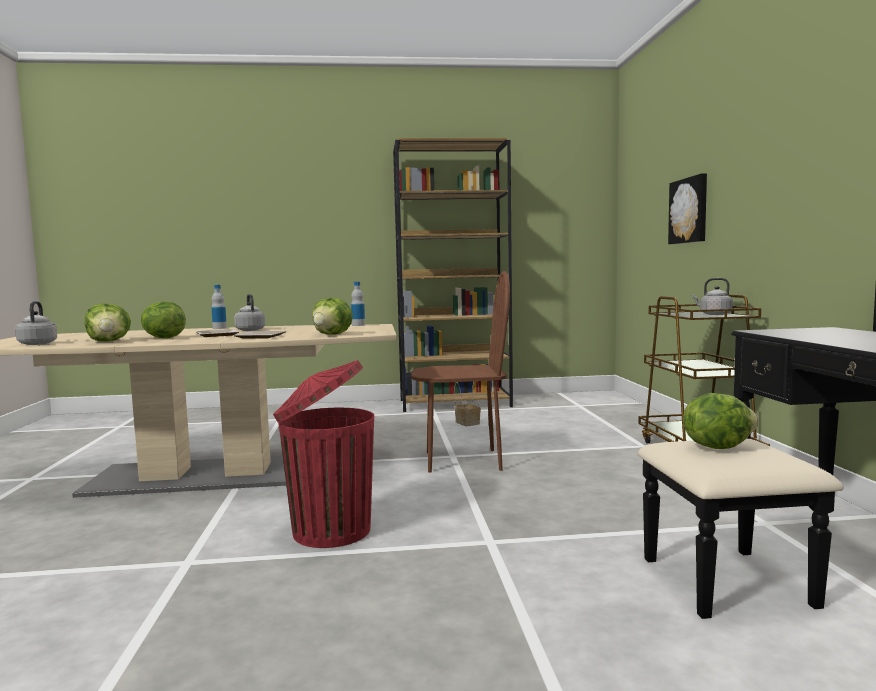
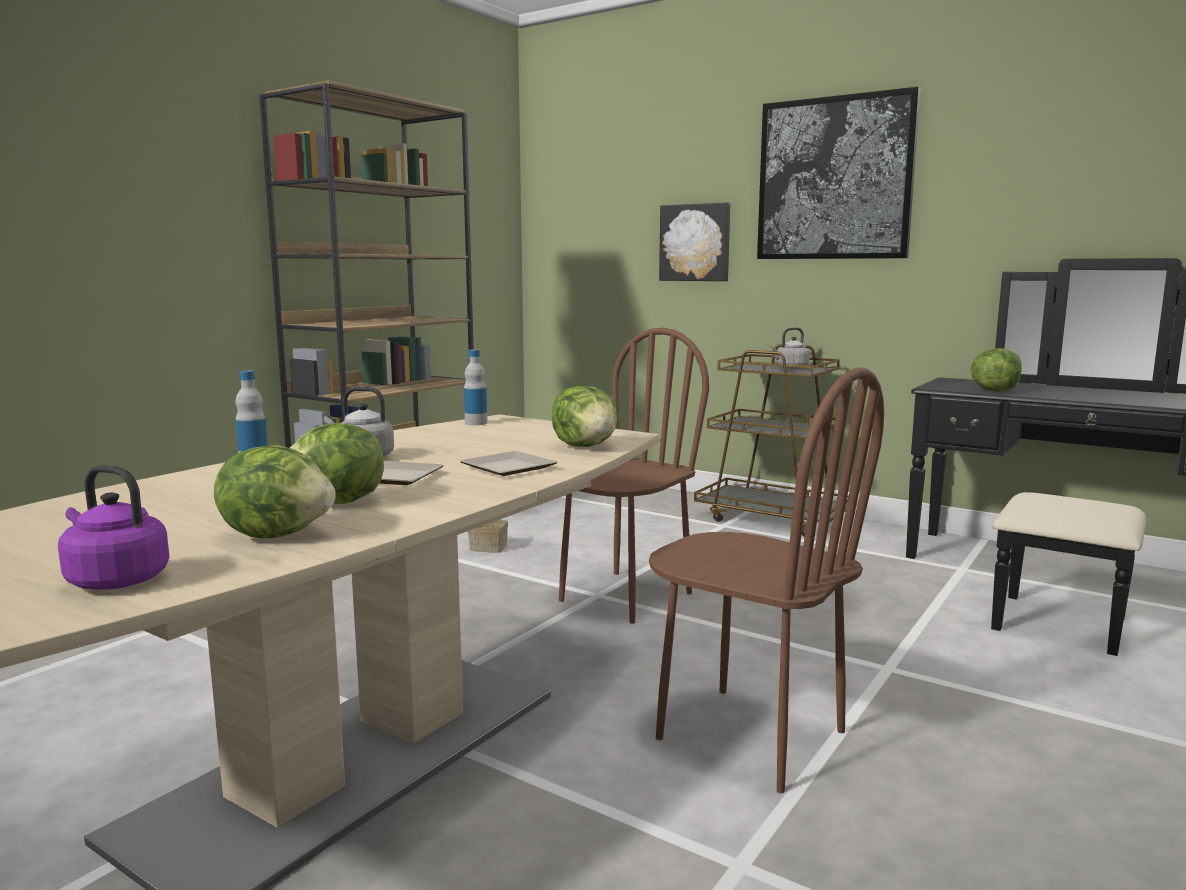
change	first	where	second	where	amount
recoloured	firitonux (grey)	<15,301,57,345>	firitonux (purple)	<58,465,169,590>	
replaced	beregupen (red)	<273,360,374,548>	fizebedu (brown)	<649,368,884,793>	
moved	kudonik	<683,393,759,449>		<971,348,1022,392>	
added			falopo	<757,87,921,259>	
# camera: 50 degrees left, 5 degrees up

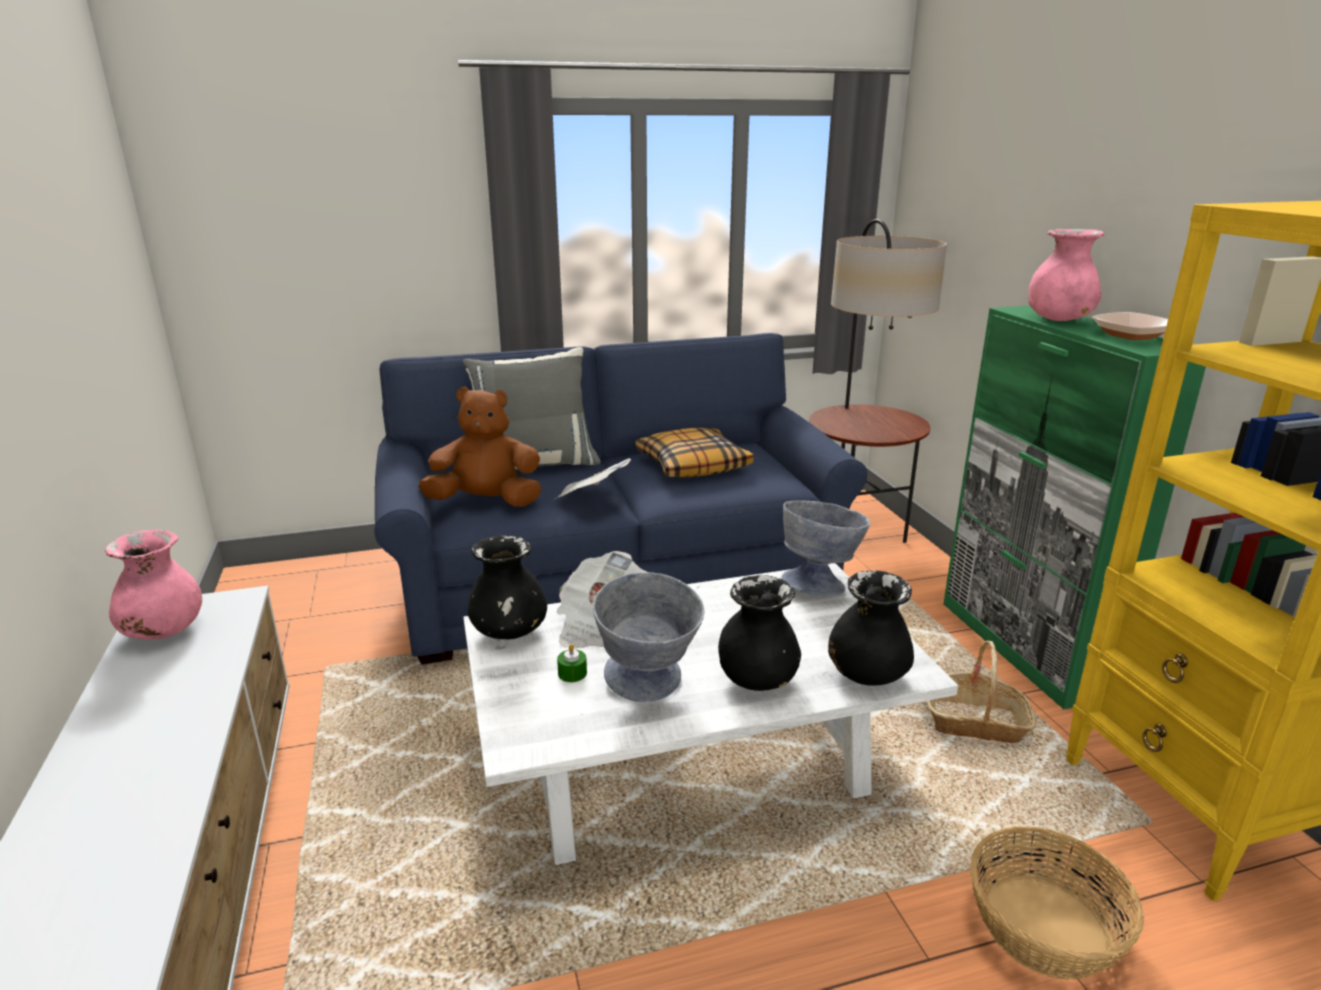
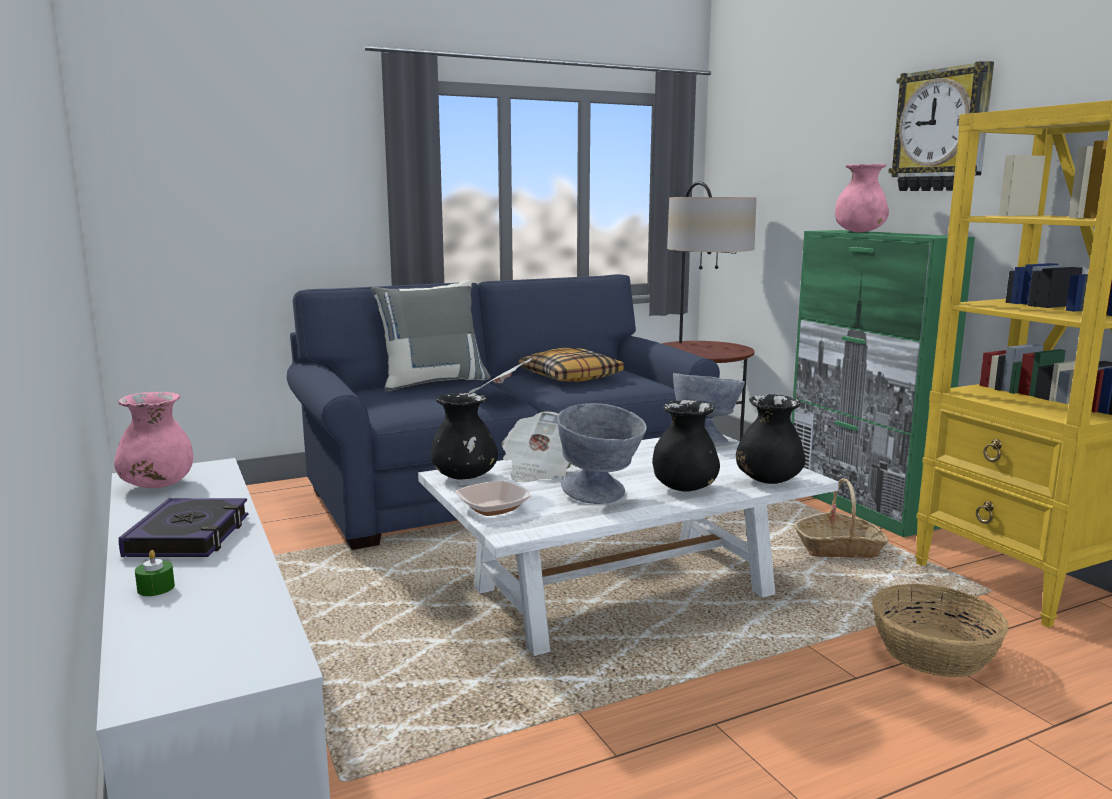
change	first	where	second	where	amount
removed	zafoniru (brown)	<418,387,541,507>			
moved	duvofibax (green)	<557,644,587,682>		<135,550,175,596>	
moved	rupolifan	<1092,312,1168,340>		<456,481,531,516>	
added			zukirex	<118,498,249,557>	
added			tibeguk	<888,61,994,191>	
# camera: 10 degrees left, 10 degrees down

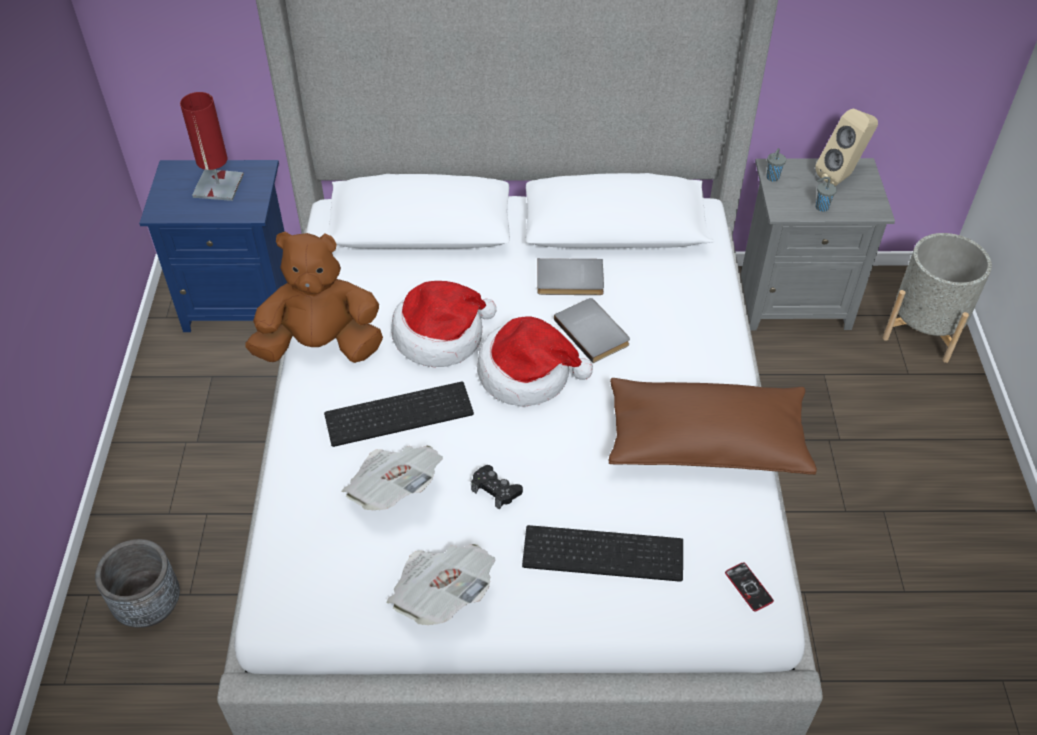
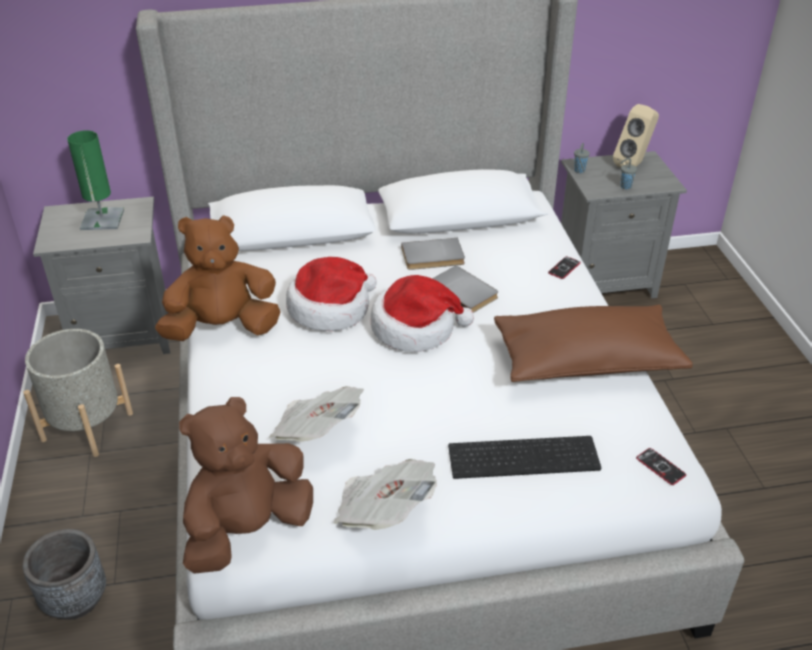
change	first	where	second	where	amount
recoloured	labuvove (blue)	<139,160,287,332>	labuvove (grey)	<33,197,170,354>	
recoloured	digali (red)	<180,92,244,201>	digali (green)	<67,130,124,230>	
removed	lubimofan	<324,381,474,447>			
removed	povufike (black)	<471,465,523,510>			
moved	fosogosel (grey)	<883,233,992,363>		<23,329,133,457>	
added			zafoniru (brown)	<179,397,313,574>	
added			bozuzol	<548,256,581,279>	
# camera: 10 degrees left, 10 degrees down

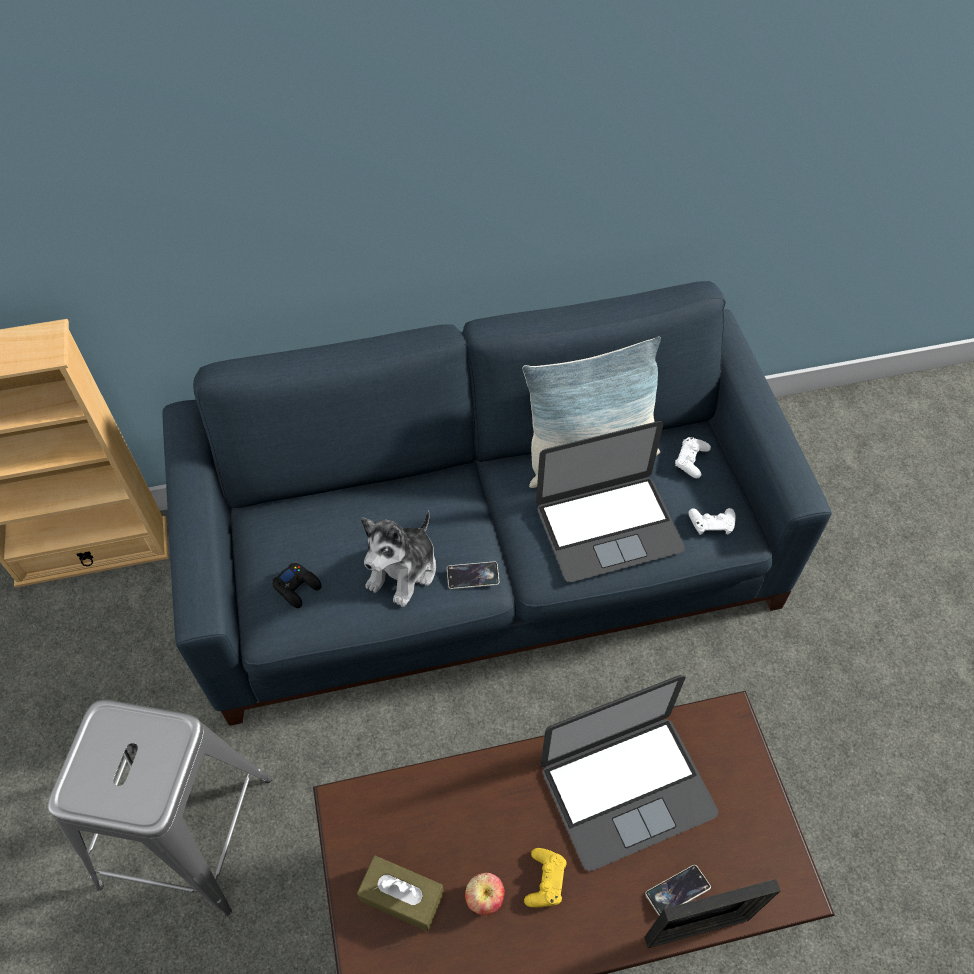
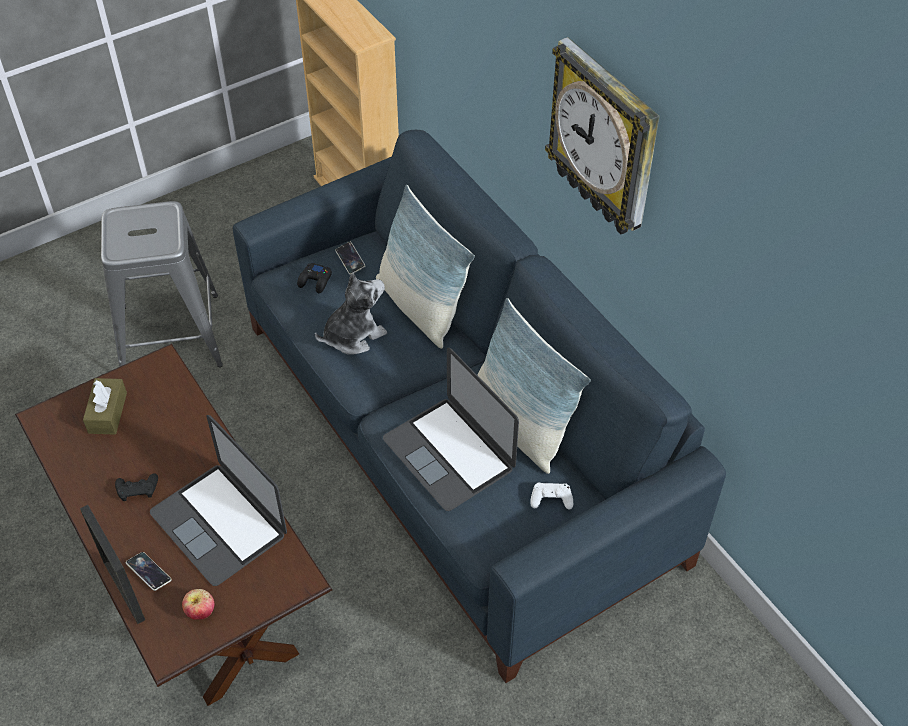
change	first	where	second	where	amount
turned	zafoniru	<361,510,436,607>		<315,273,387,355>	135 degrees clockwise
moved	bozuzol	<447,561,499,589>		<335,242,365,275>	
moved	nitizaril	<465,873,505,915>		<182,589,215,620>	
recoloured	povufike (yellow)	<524,848,566,907>	povufike (black)	<115,473,158,501>	
removed	povufike (white)	<688,508,736,535>			
added			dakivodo	<376,185,475,349>	
added			tibeguk	<545,37,660,234>	
# camera: 70 degrees right, 5 degrees down

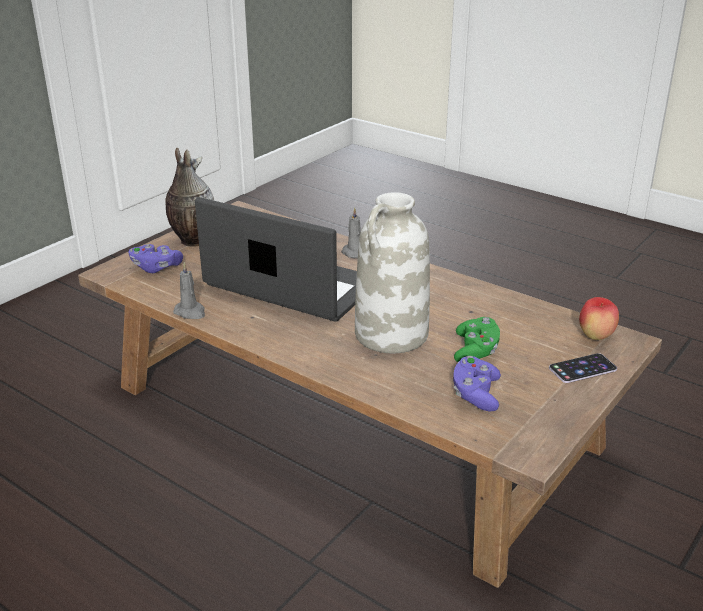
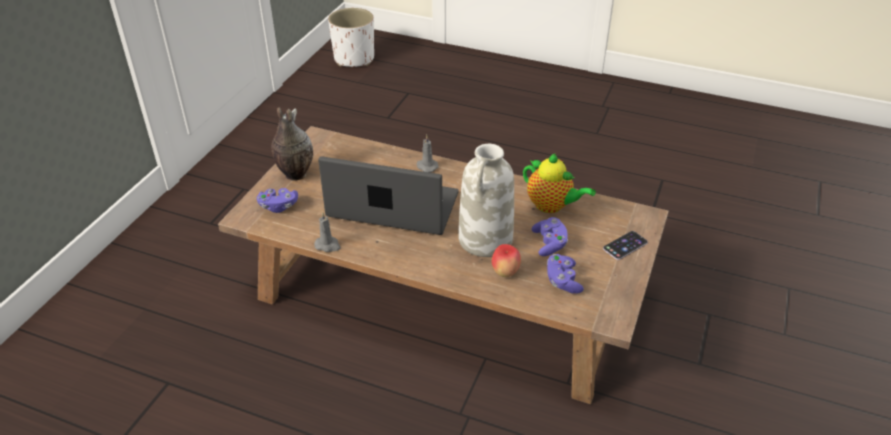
change	first	where	second	where	amount
recoloured	povufike (green)	<454,317,500,362>	povufike (purple)	<531,217,568,256>	
moved	nitizaril	<579,297,619,340>		<492,244,521,277>	
added			fosogosel (white)	<328,8,374,67>	
added			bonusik	<523,153,596,213>	
# camera: 15 degrees left, 10 degrees up

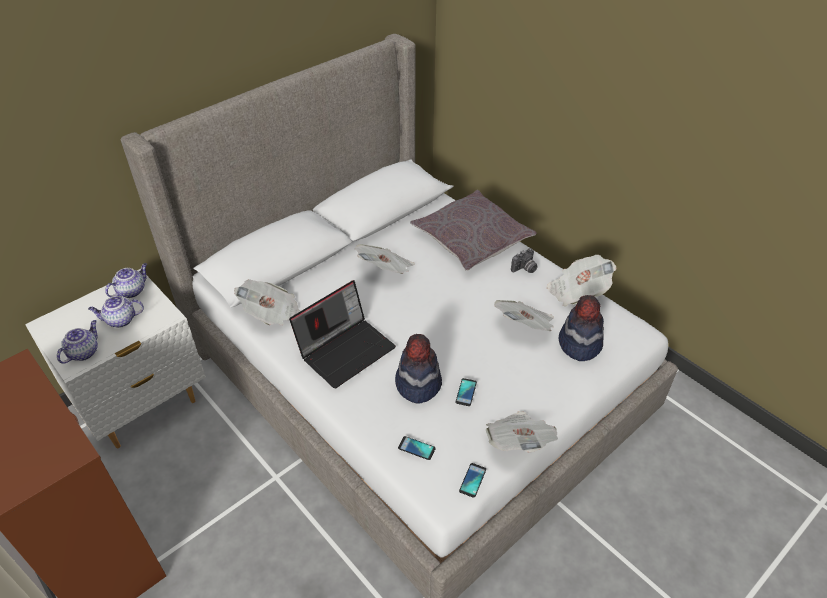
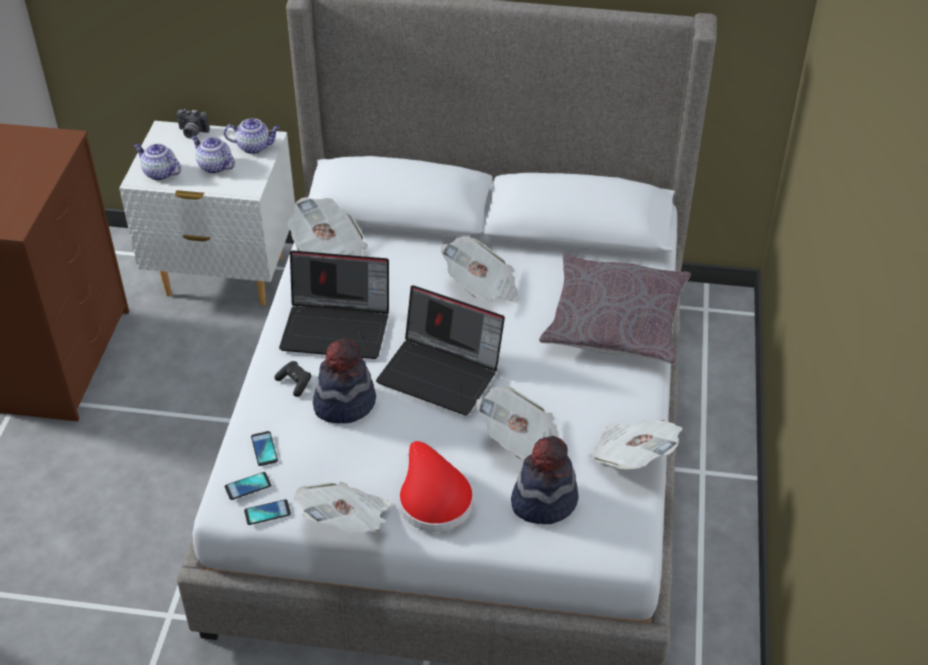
change	first	where	second	where	amount
turned	bonusik	<57,320,98,364>		<134,143,181,181>	135 degrees counterclockwise
moved	bozuzol	<455,378,477,406>		<225,472,271,500>	
moved	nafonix	<511,248,538,273>		<176,109,210,139>	
added			povufike (black)	<274,361,312,397>	
added			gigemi	<376,285,505,415>	
added			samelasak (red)	<399,441,474,532>	
# camera: 50 degrees right, 0 degrees up

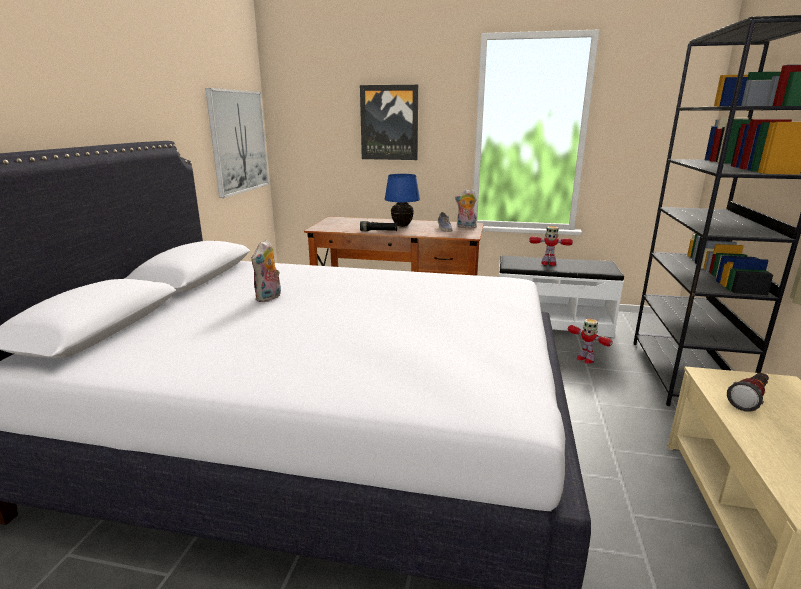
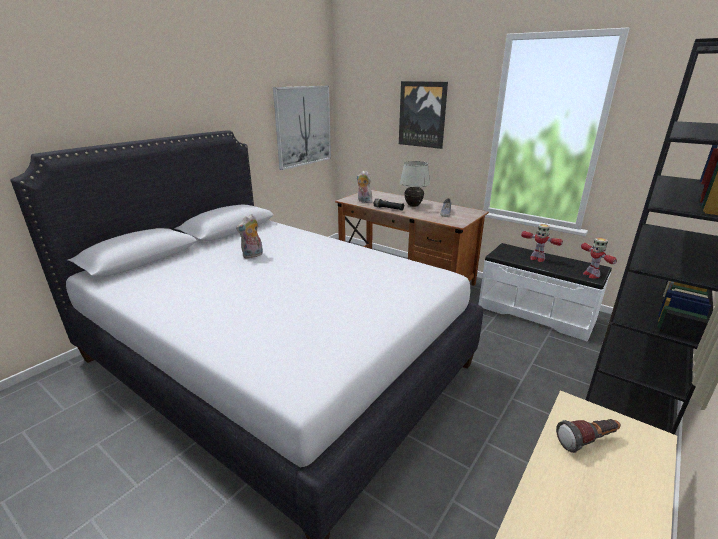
change	first	where	second	where	amount
recoloured	digali (blue)	<384,174,420,227>	digali (white)	<400,161,430,207>	
moved	zafoniru	<455,189,477,229>		<357,171,372,203>	
moved	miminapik	<568,319,613,364>		<581,238,617,279>	
# camera: 25 degrees right, 5 degrees up

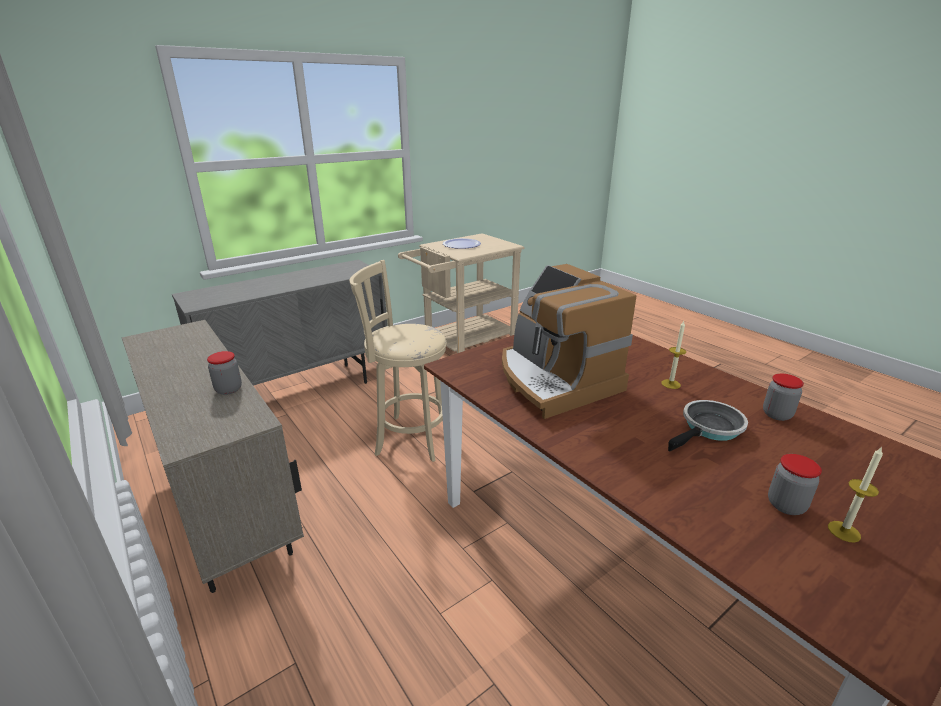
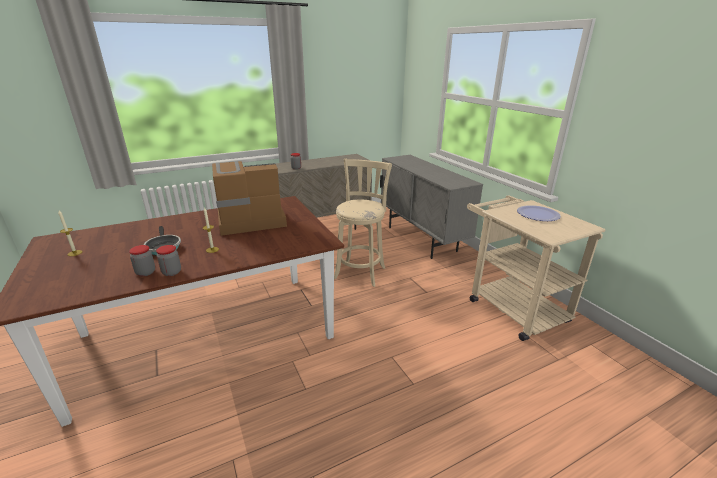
change	first	where	second	where	amount
moved	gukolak	<768,454,822,515>		<156,245,181,276>	
# camera: 100 degrees right, 0 degrees up

